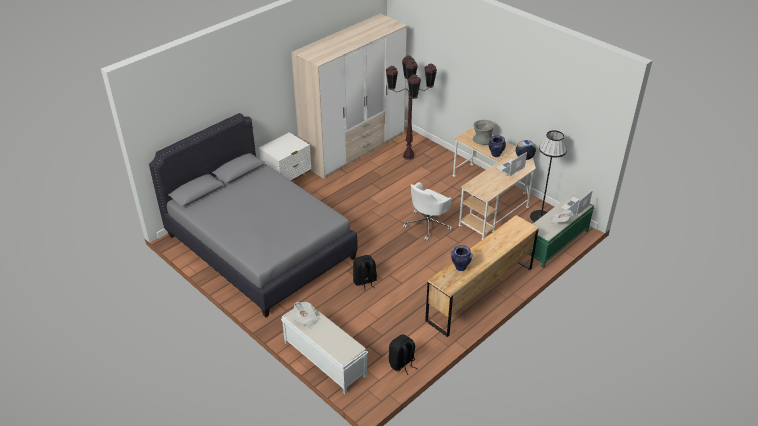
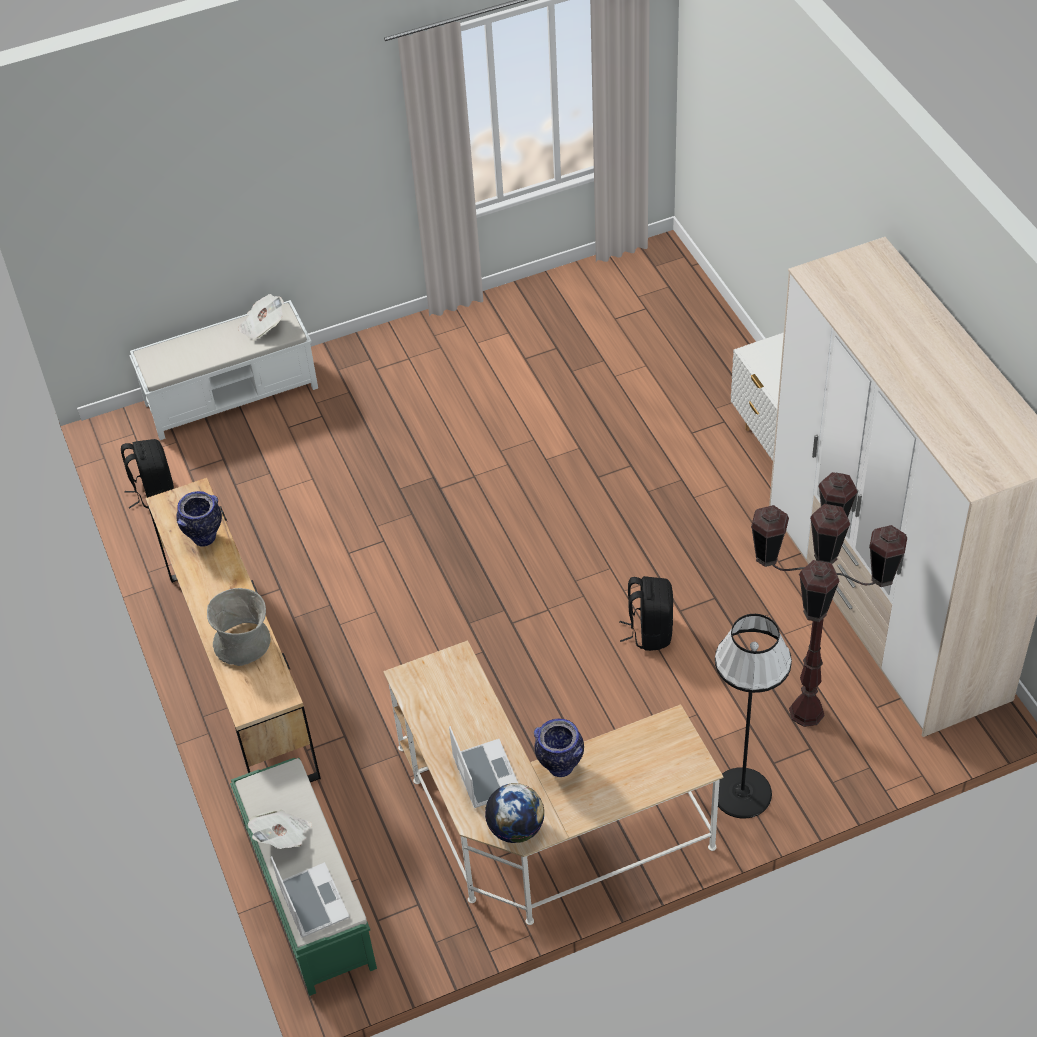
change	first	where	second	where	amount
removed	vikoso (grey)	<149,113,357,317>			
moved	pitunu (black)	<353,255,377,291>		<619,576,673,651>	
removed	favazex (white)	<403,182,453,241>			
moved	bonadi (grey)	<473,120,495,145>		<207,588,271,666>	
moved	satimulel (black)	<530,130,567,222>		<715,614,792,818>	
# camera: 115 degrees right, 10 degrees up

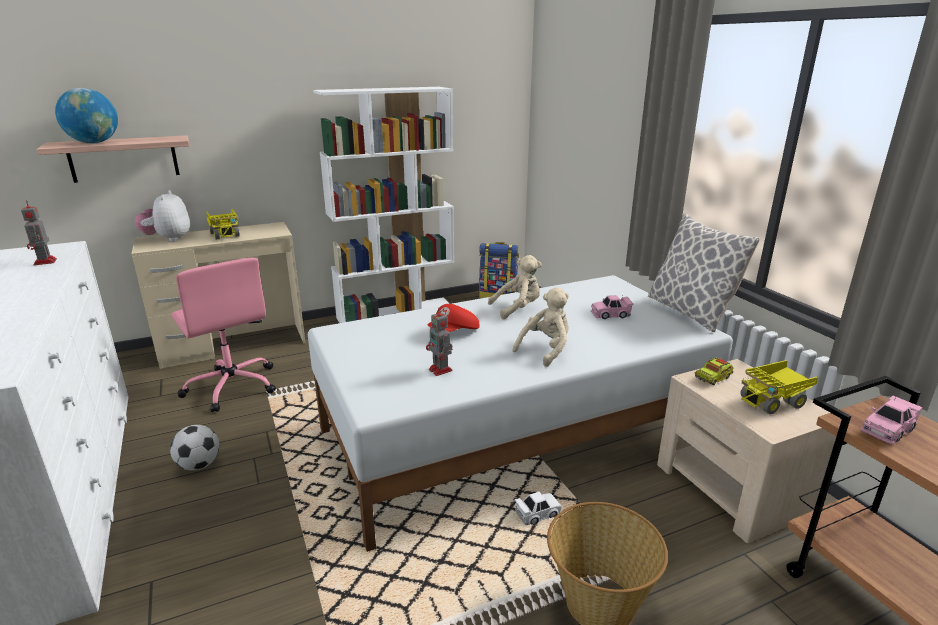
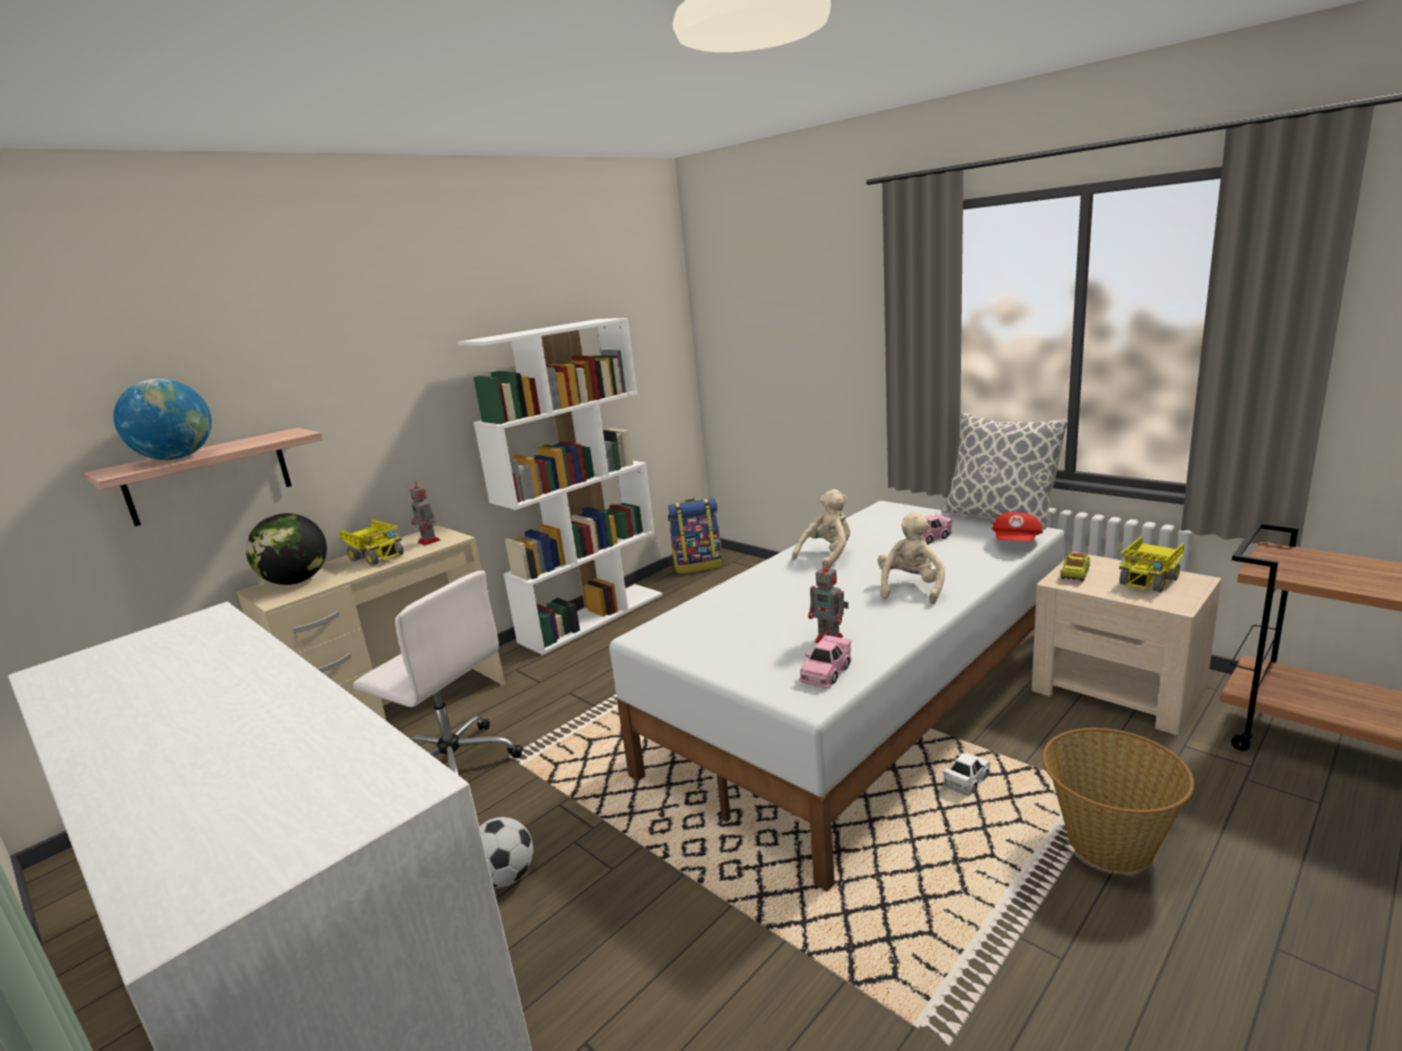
change	first	where	second	where	amount
moved	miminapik	<21,200,57,265>		<410,480,440,546>	
replaced	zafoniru	<135,190,190,242>	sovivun	<246,513,327,585>	
recoloured	favazex (pink)	<171,258,276,412>	favazex (white)	<353,571,523,775>	
moved	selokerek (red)	<427,304,479,332>		<992,512,1043,541>	
moved	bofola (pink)	<860,396,923,444>		<799,635,851,688>	
# camera: 20 degrees left, 5 degrees down

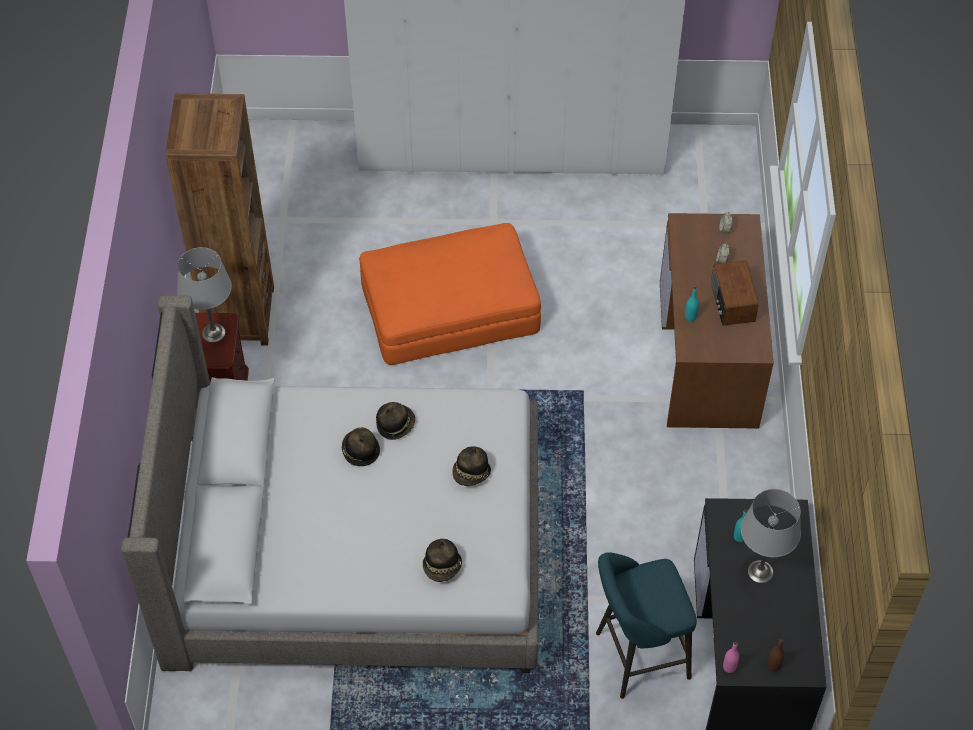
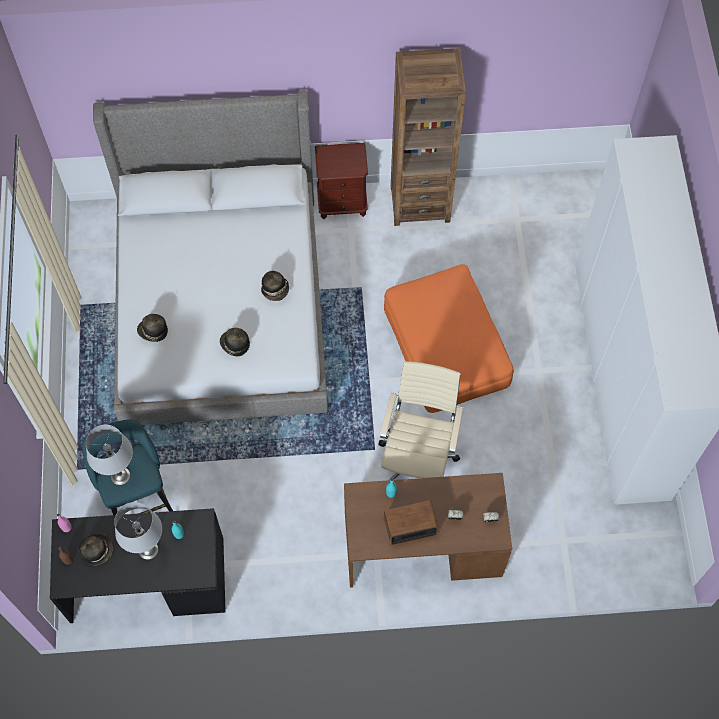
change	first	where	second	where	amount
moved	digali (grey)	<177,247,232,343>		<86,425,133,485>	
moved	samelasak	<342,428,380,466>		<79,534,114,566>	
added			favazex (beige)	<378,361,464,479>	
# camera: 85 degrees right, 10 degrees up

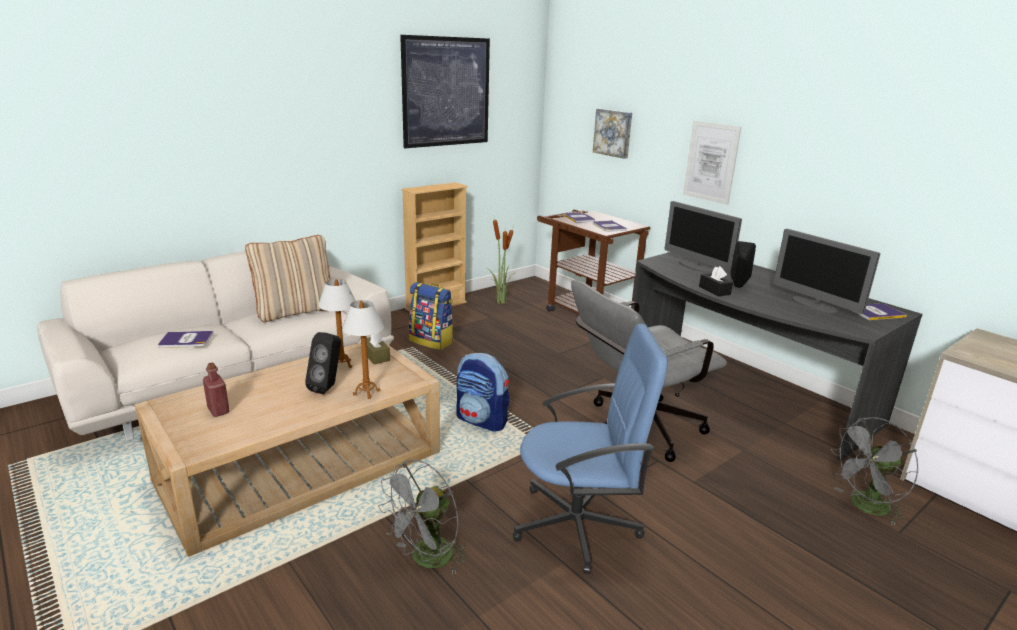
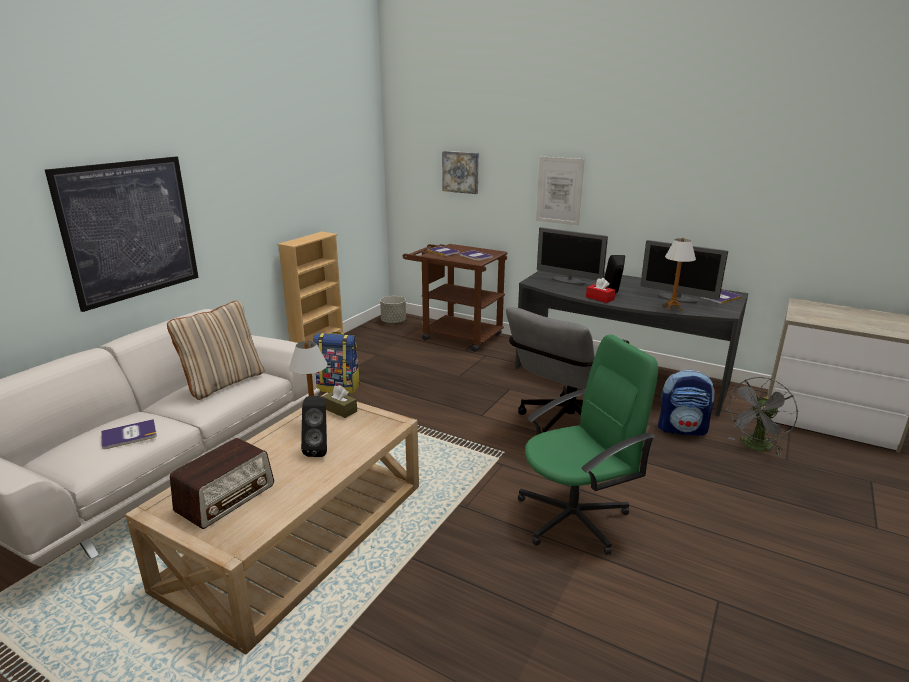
change	first	where	second	where	amount
replaced	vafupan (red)	<203,363,230,417>	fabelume	<170,438,274,529>	
moved	digali	<342,300,384,399>		<664,238,696,311>	
removed	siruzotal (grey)	<378,460,467,574>			
moved	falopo	<400,35,490,148>		<45,157,199,312>	
moved	pitunu	<456,353,510,432>		<658,369,715,436>	
removed	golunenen	<487,218,515,304>			
recoloured	favazex (blue)	<513,324,668,574>	favazex (green)	<518,335,658,555>	
recoloured	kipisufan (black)	<699,266,733,297>	kipisufan (red)	<586,278,615,303>	
added			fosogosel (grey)	<380,296,406,324>	
# camera: 20 degrees left, 0 degrees up

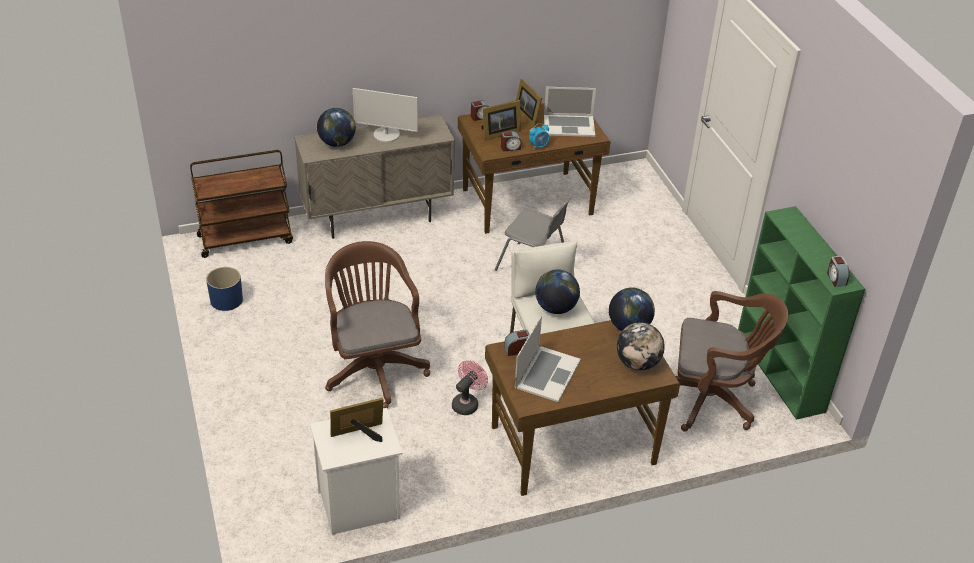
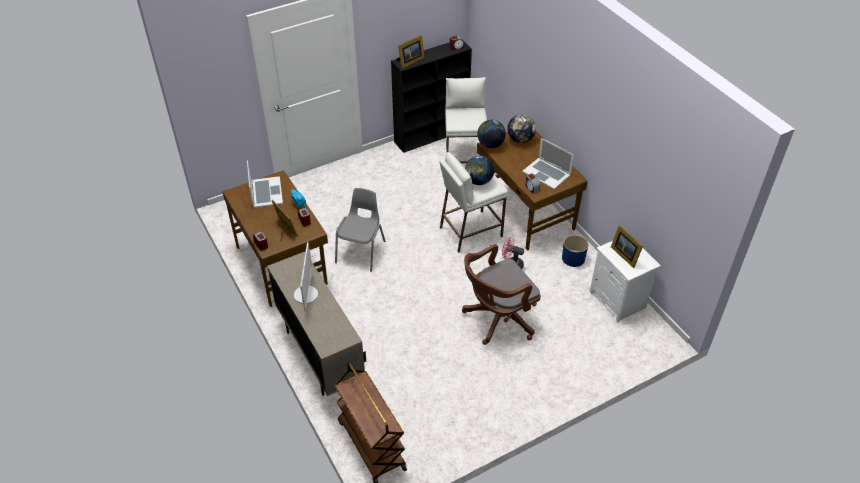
change	first	where	second	where	amount
moved	fosogosel (blue)	<206,267,243,311>		<562,235,588,267>	
removed	sovivun	<317,108,356,147>			
turned	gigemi	<515,316,581,402>		<522,138,574,189>	150 degrees counterclockwise
moved	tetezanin	<516,79,542,128>		<397,35,425,69>	
replaced	favazex (brown)	<675,291,788,432>	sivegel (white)	<445,77,487,163>	
recoloured	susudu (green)	<738,206,865,420>	susudu (black)	<391,42,472,153>	
# camera: 100 degrees left, 5 degrees up

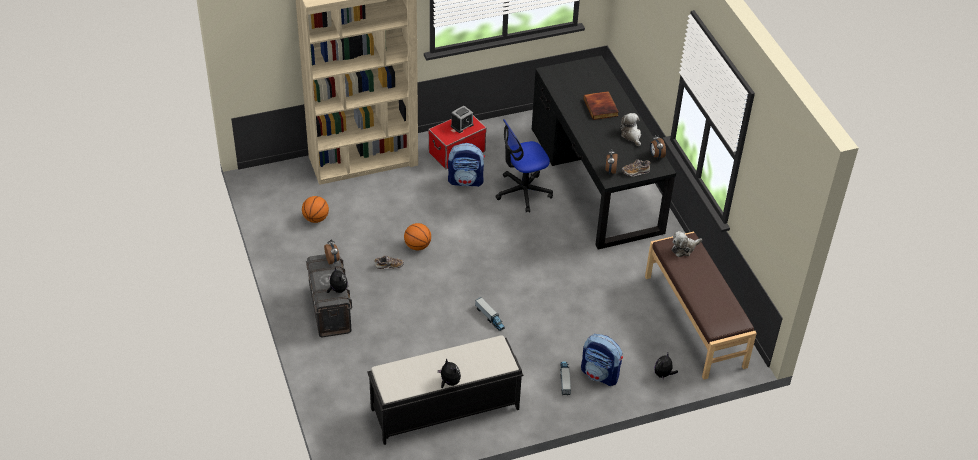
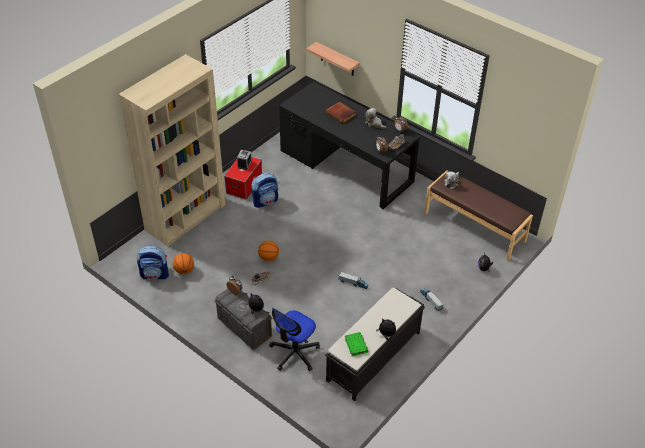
change	first	where	second	where	amount
moved	favazex	<495,119,553,213>		<269,307,320,371>	
moved	pitunu	<581,334,623,386>		<137,246,169,280>	
added			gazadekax	<306,42,360,76>	
added			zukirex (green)	<345,332,368,356>	
# camera: 30 degrees left, 0 degrees up

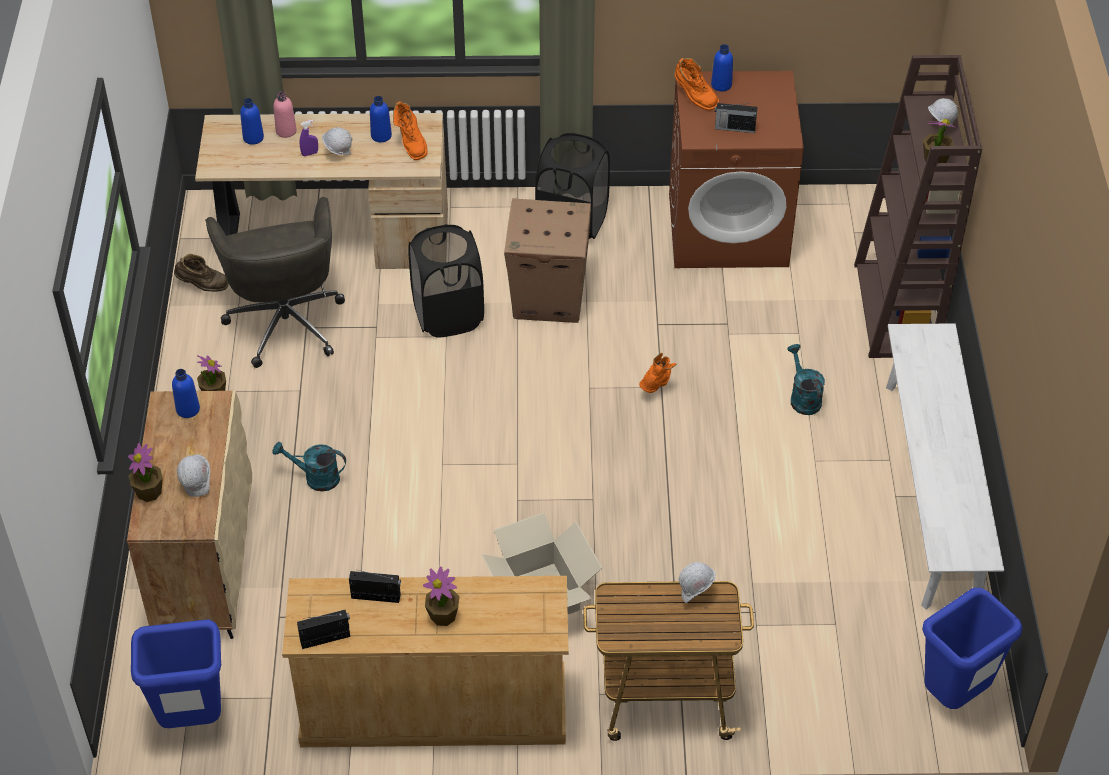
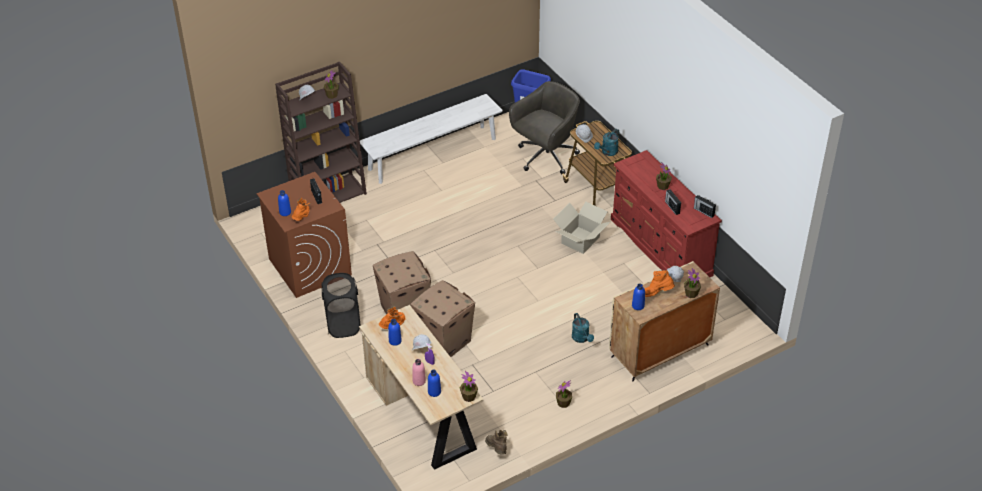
change	first	where	second	where	amount
removed	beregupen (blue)	<131,620,221,728>			
moved	favazex (grey)	<205,197,345,368>		<509,81,580,174>	
recoloured	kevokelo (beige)	<282,576,568,747>	kevokelo (red)	<611,150,722,277>	
replaced	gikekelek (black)	<408,224,484,338>	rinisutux	<411,280,475,357>	
moved	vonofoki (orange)	<639,353,676,393>		<644,270,675,297>	
moved	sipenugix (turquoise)	<787,344,825,415>		<594,129,619,156>	
added			golunenen	<460,371,478,402>	
# camera: 120 degrees left, 5 degrees down

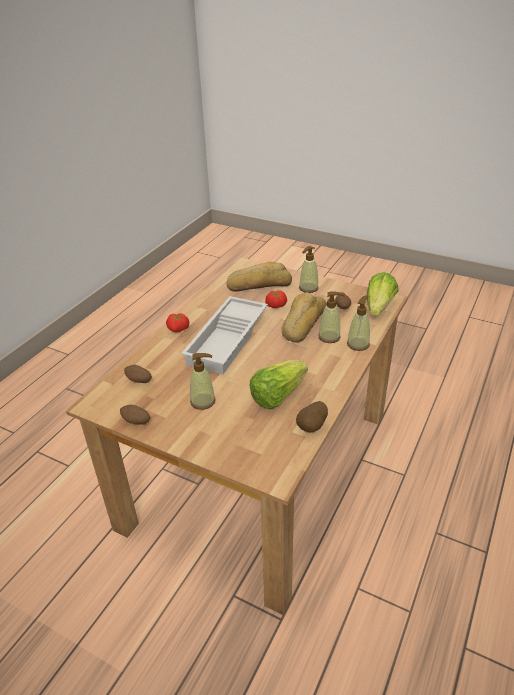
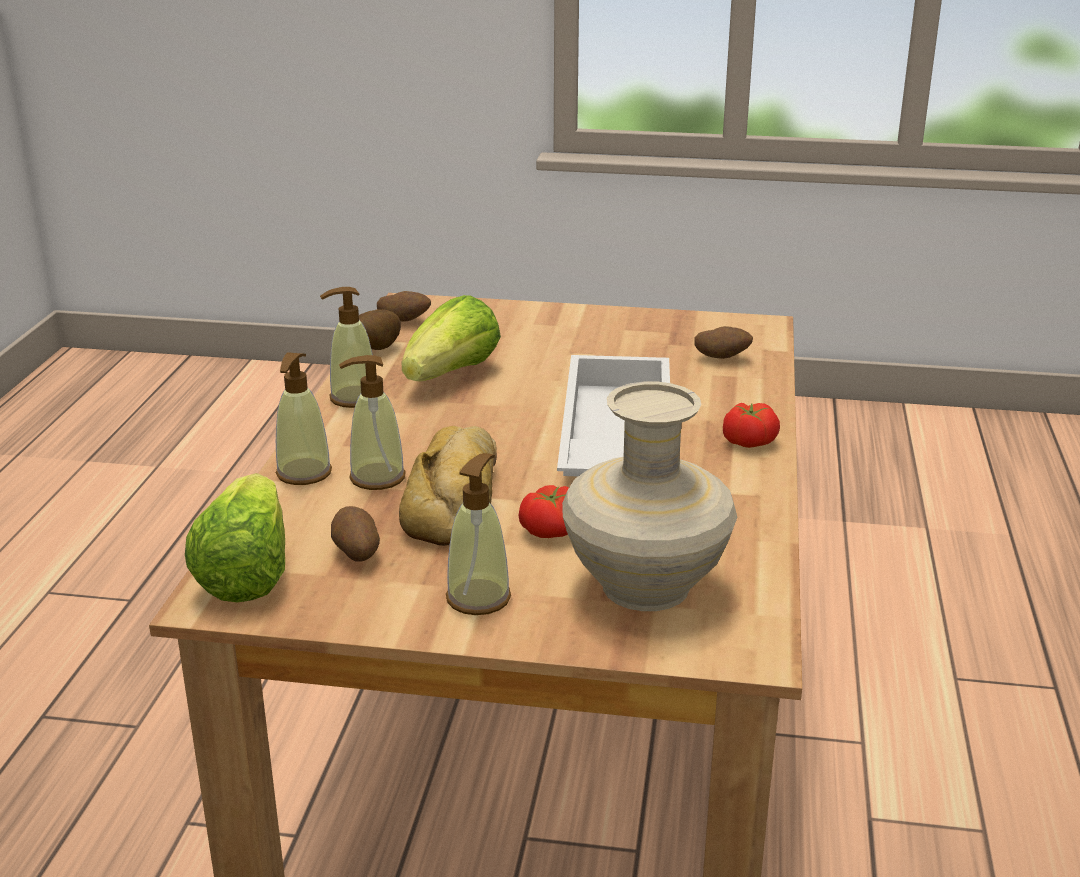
change	first	where	second	where	amount
moved	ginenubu	<120,405,150,425>		<377,291,431,322>	
moved	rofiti	<190,353,216,410>		<320,287,373,408>	
replaced	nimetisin	<227,262,292,292>	bonadi (beige)	<562,382,737,611>	
# camera: 160 degrees right, 10 degrees down

